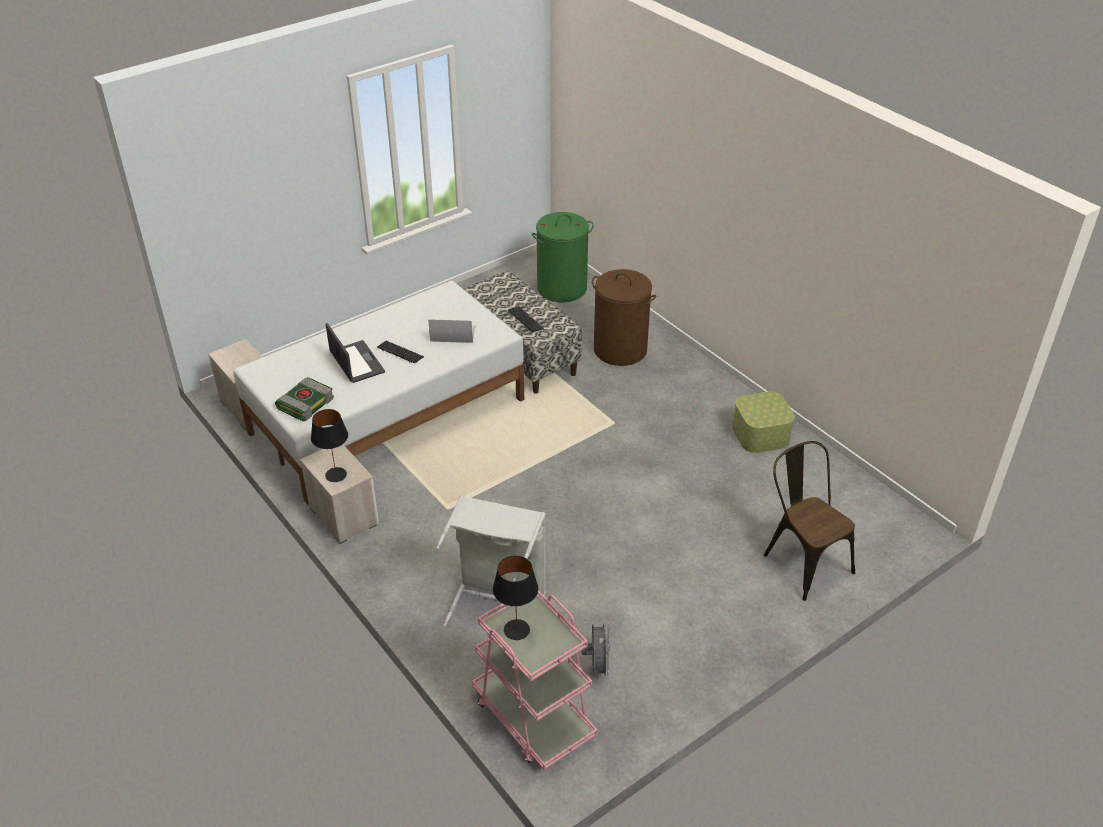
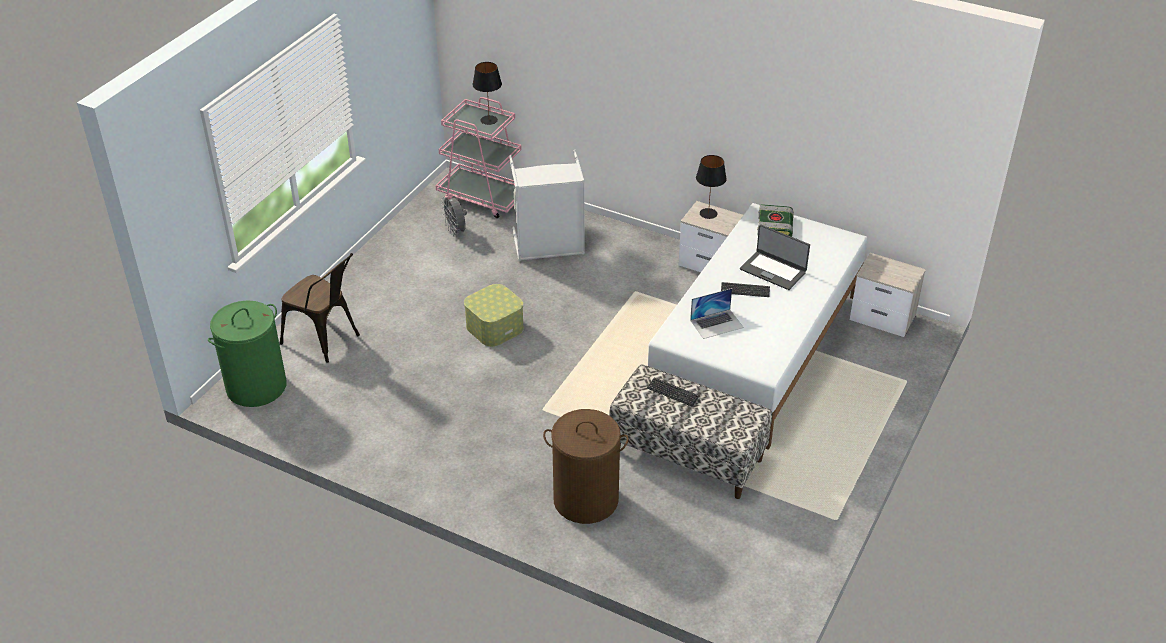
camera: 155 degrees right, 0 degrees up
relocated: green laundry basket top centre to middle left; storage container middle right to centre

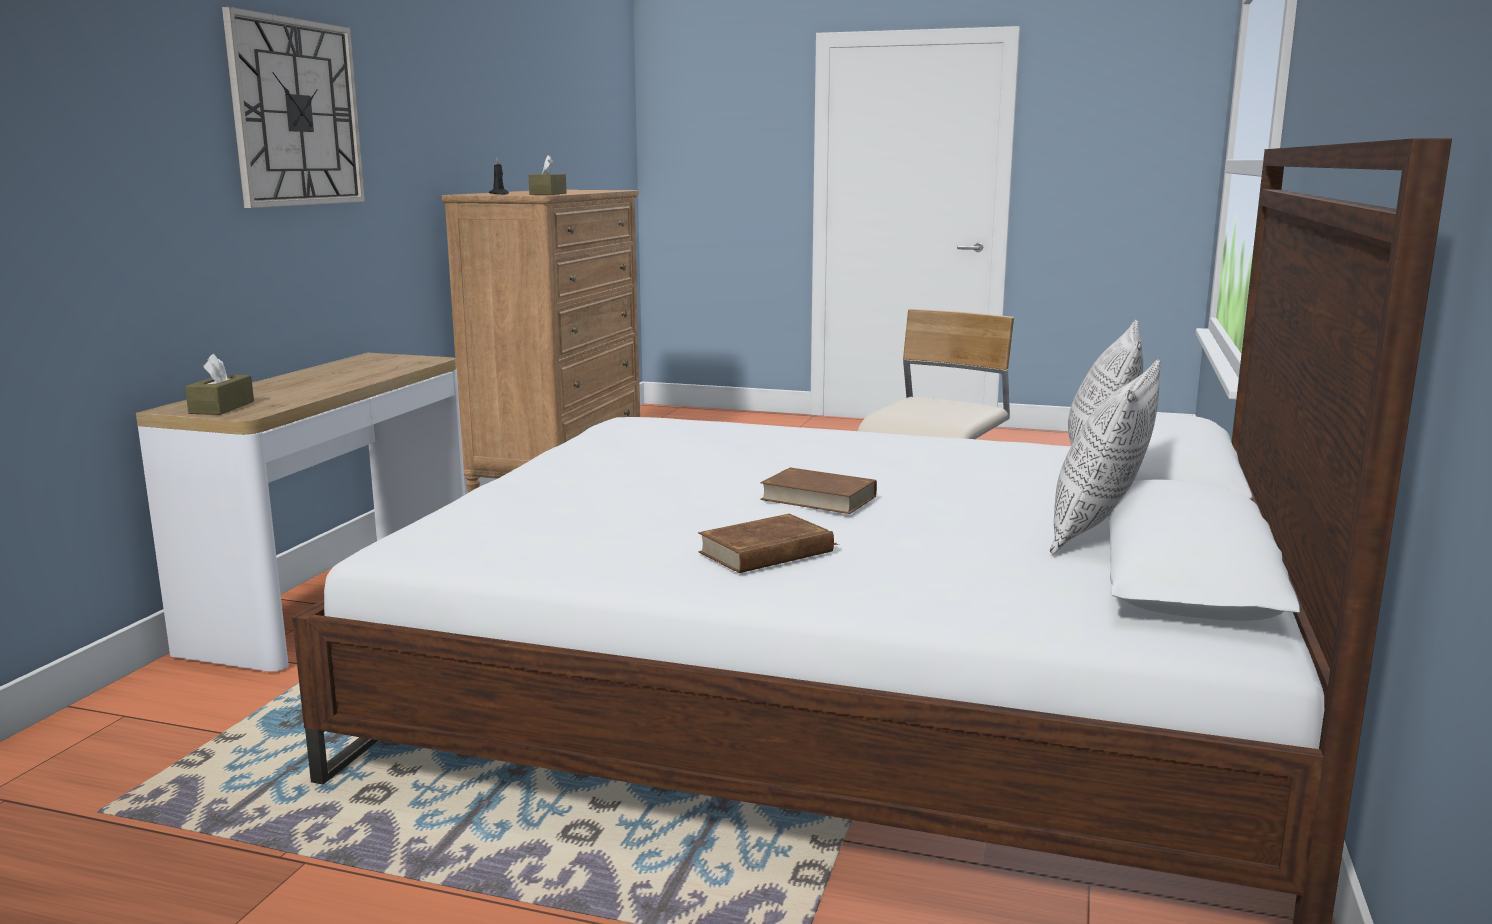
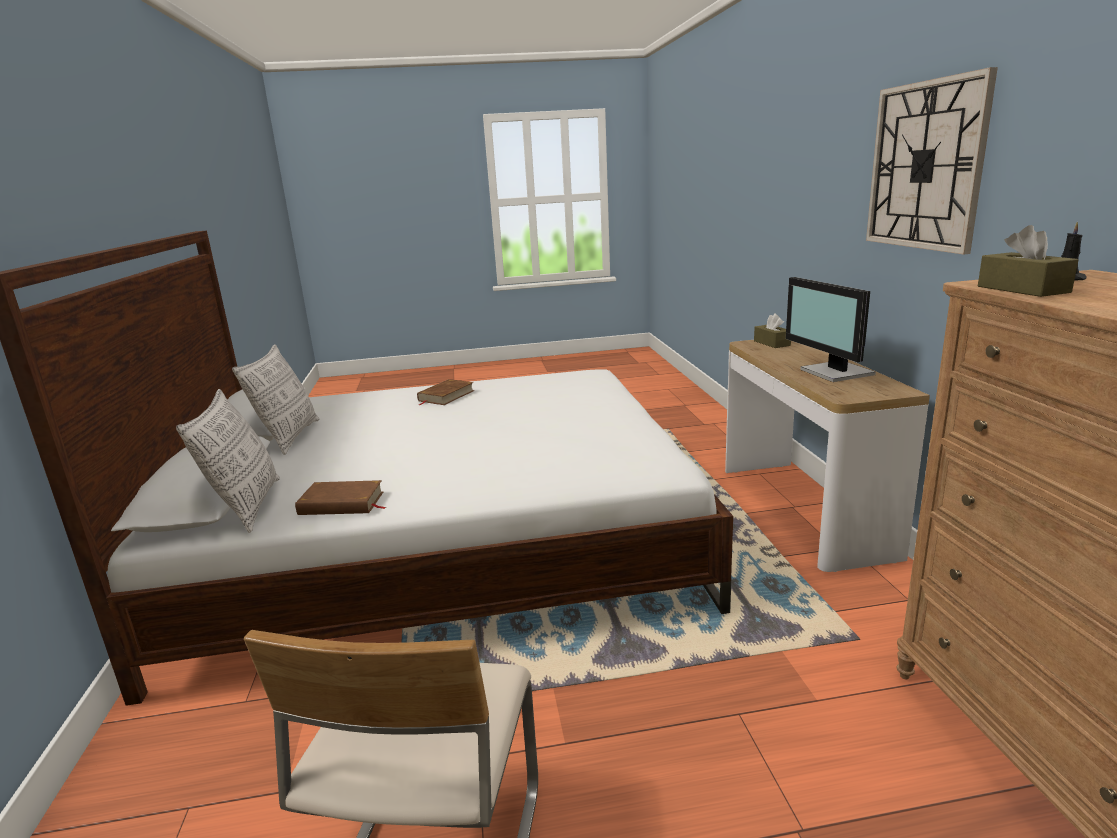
camera: 155 degrees right, 5 degrees up
appeared: monitor middle right
relocated: brown-coloured bound book (no. 2 from left in the first image) centre to brown-coloured bound book (no. 1 from left) middle left

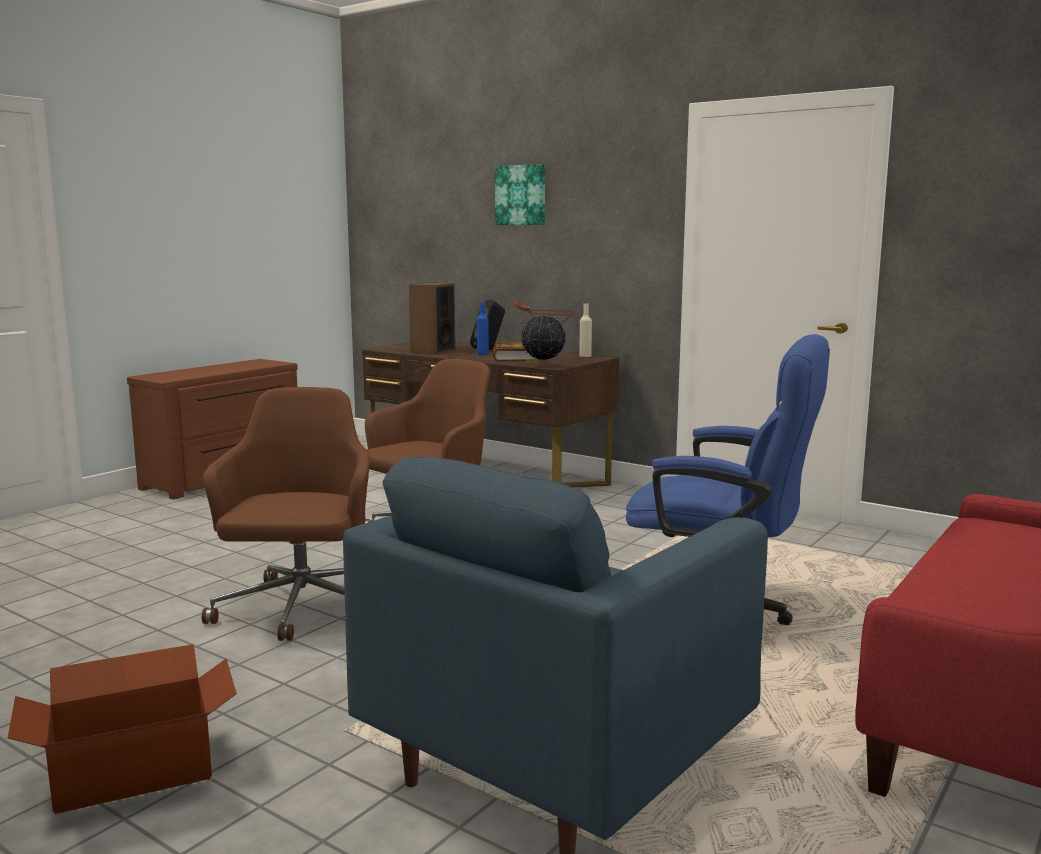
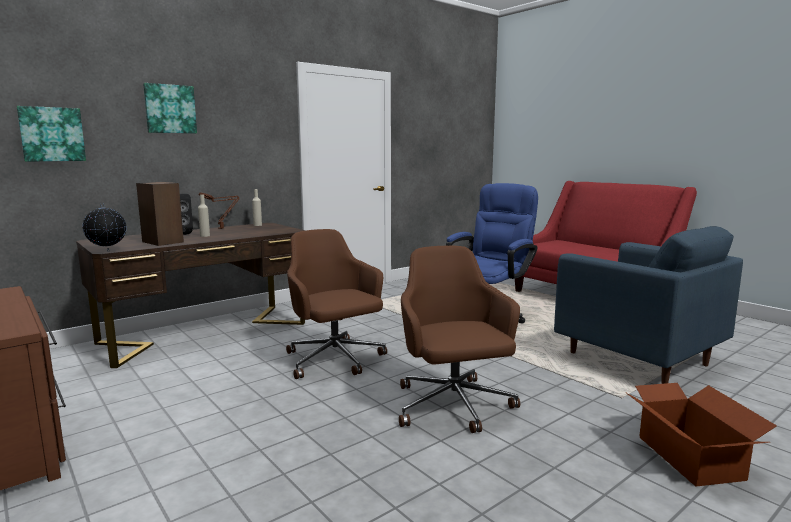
camera: 75 degrees left, 0 degrees up
missing: bound book centre
appeared: wall picture (no. 1 from left) top left
relocated: globe centre to middle left
colour: blue-coloured beverage bottle centre to beige beverage bottle (no. 1 from left) middle left
spun: brown-coloured desk chair (no. 1 from left in the first image) middle left = centre 60 degrees clockwise

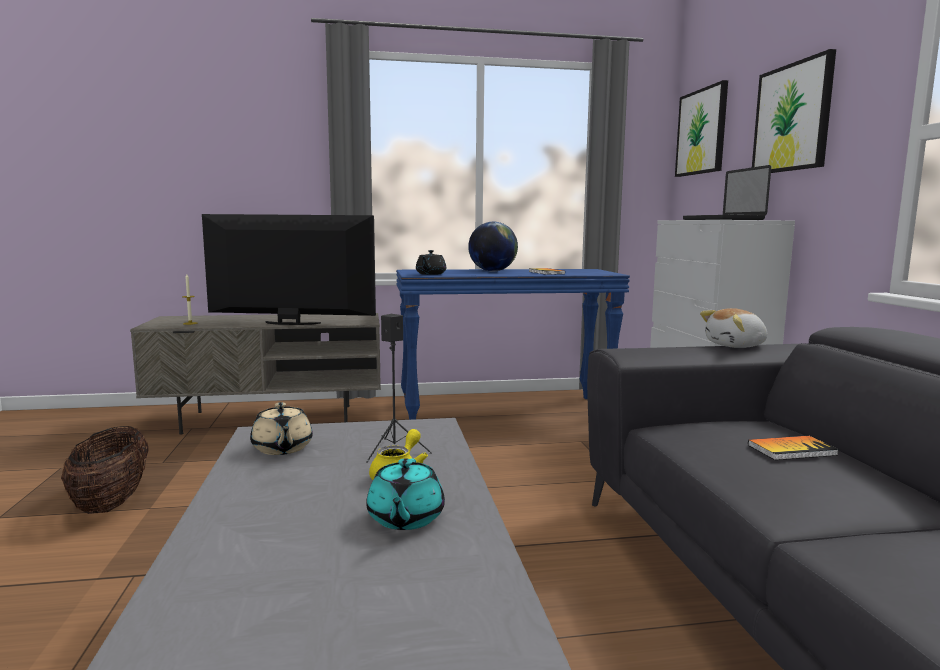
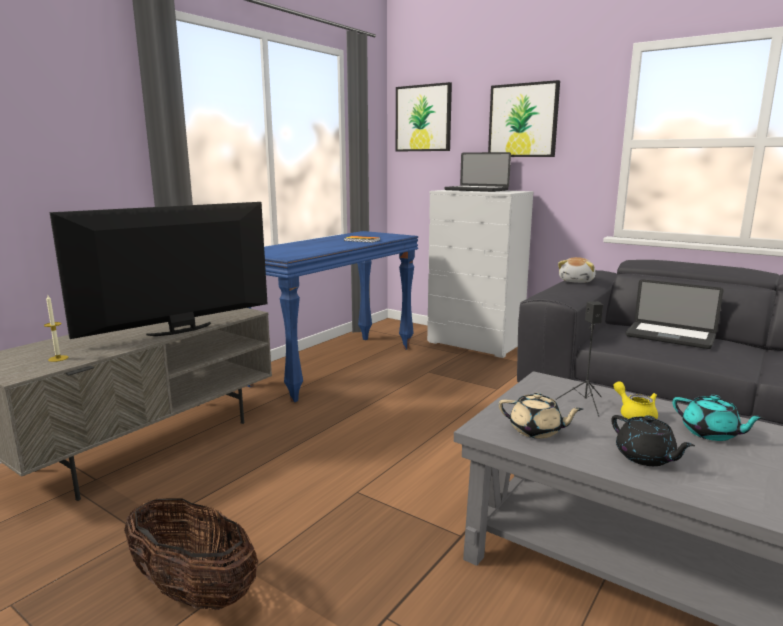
camera: 45 degrees left, 5 degrees up
missing: globe centre
relocated: blackish tea pot centre to bottom right
exchanged: bound book (no. 2 from left) bottom right to notebook computer (no. 2 from left) middle right

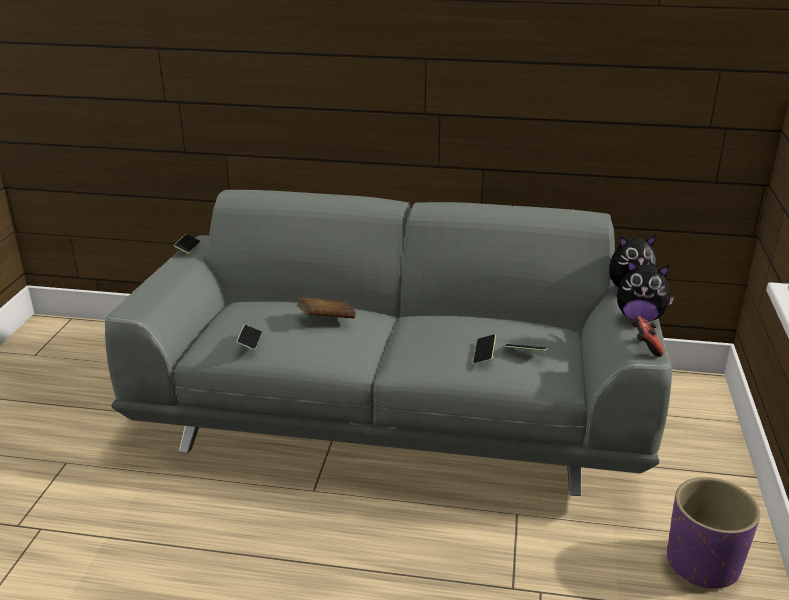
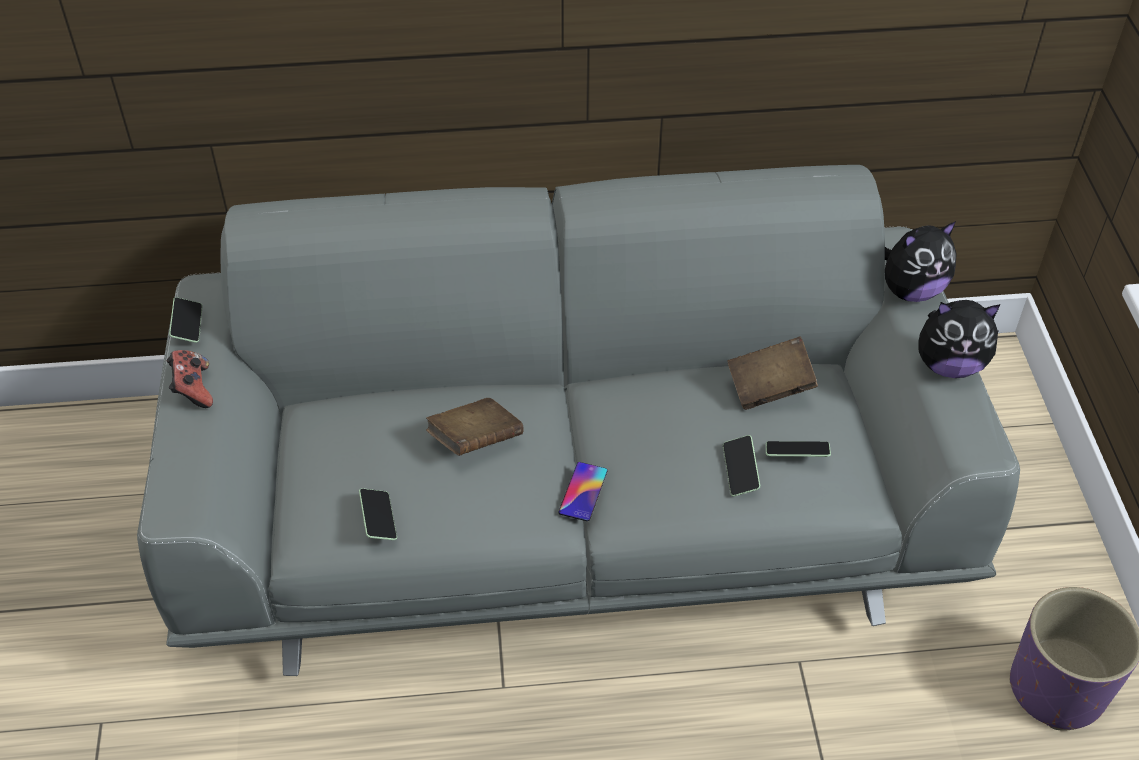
camera: 15 degrees left, 20 degrees up
appeared: phone (no. 3 from left) centre; brown-coloured bound book (no. 2 from left) middle right
relocated: gamepad middle right to middle left

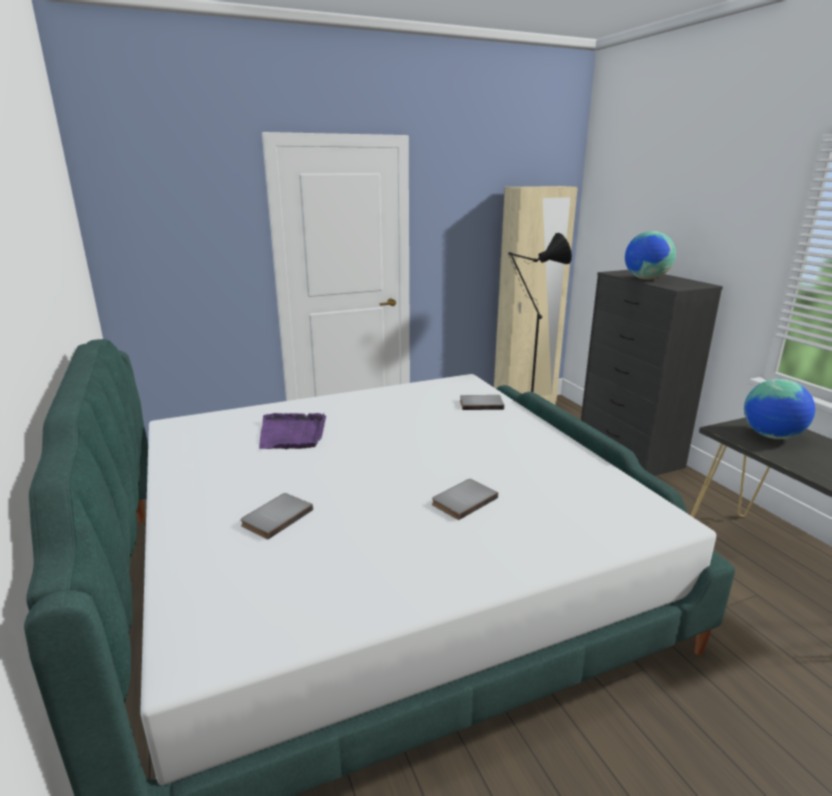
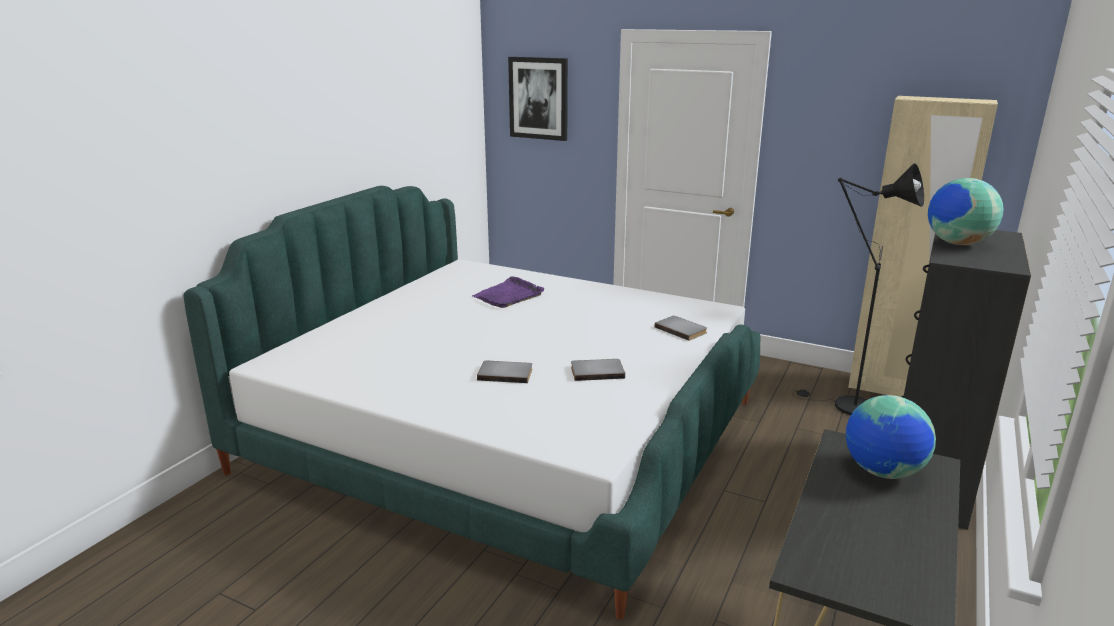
camera: 50 degrees right, 0 degrees up
appeared: wall picture top centre
relocated: greyish bound book (no. 1 from left in the first image) middle left to greyish bound book (no. 2 from left) centre

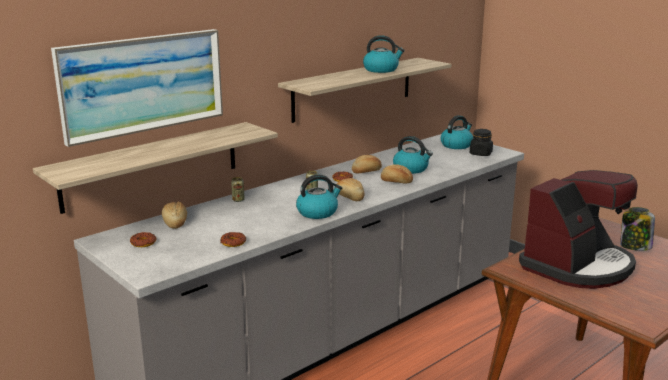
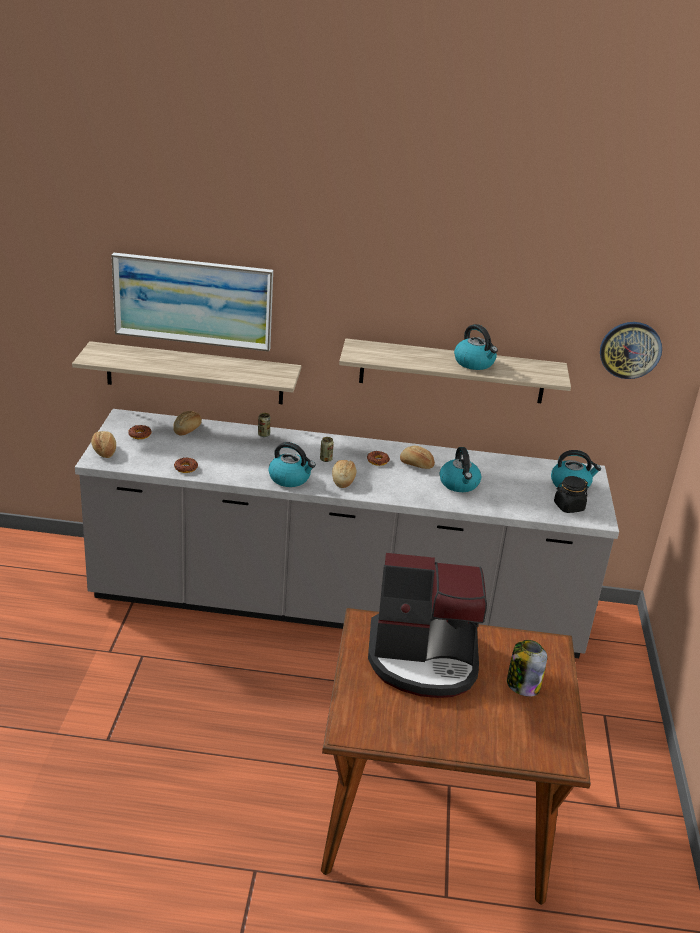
camera: 45 degrees right, 10 degrees up
appeared: clock on the wall middle right
relocated: bakery bread (no. 4 from left in the first image) centre to bakery bread (no. 1 from left) middle left

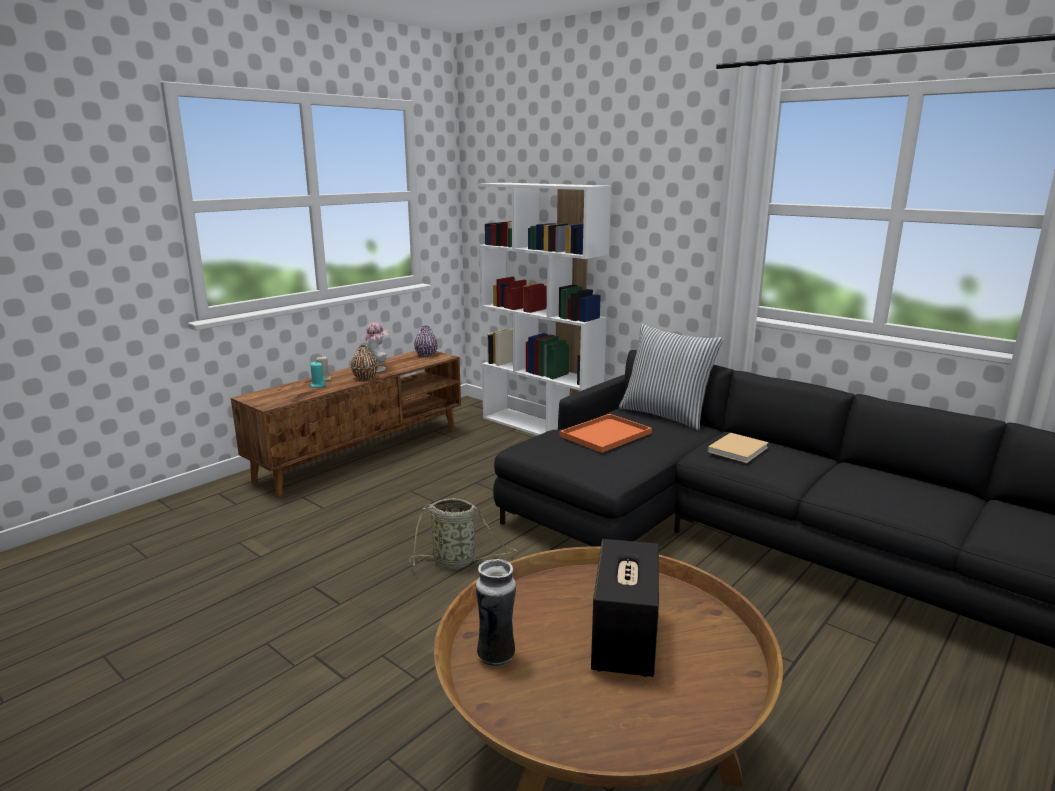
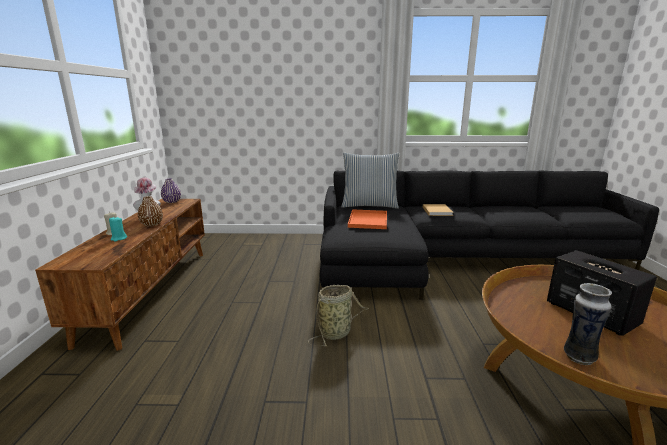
camera: 40 degrees left, 0 degrees up
missing: white shelving unit centre

